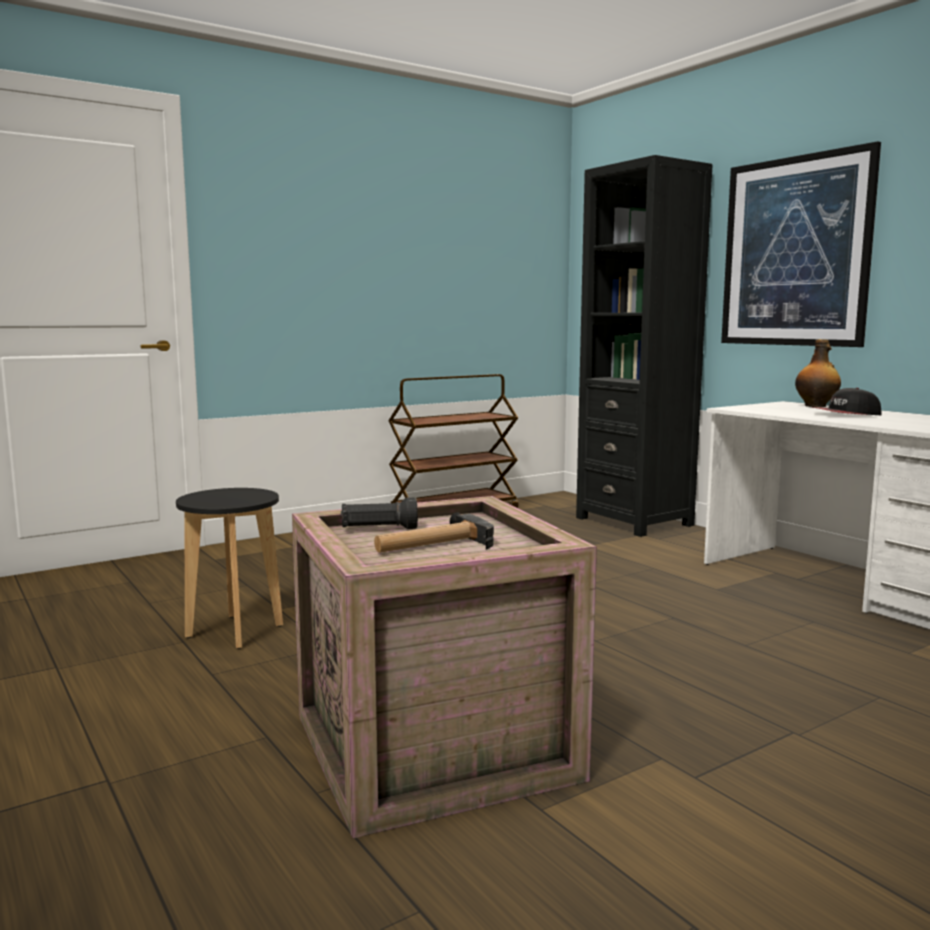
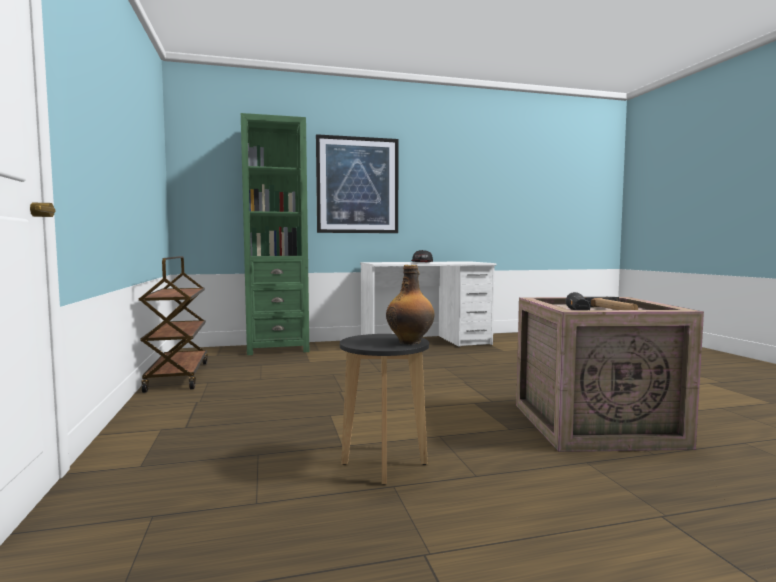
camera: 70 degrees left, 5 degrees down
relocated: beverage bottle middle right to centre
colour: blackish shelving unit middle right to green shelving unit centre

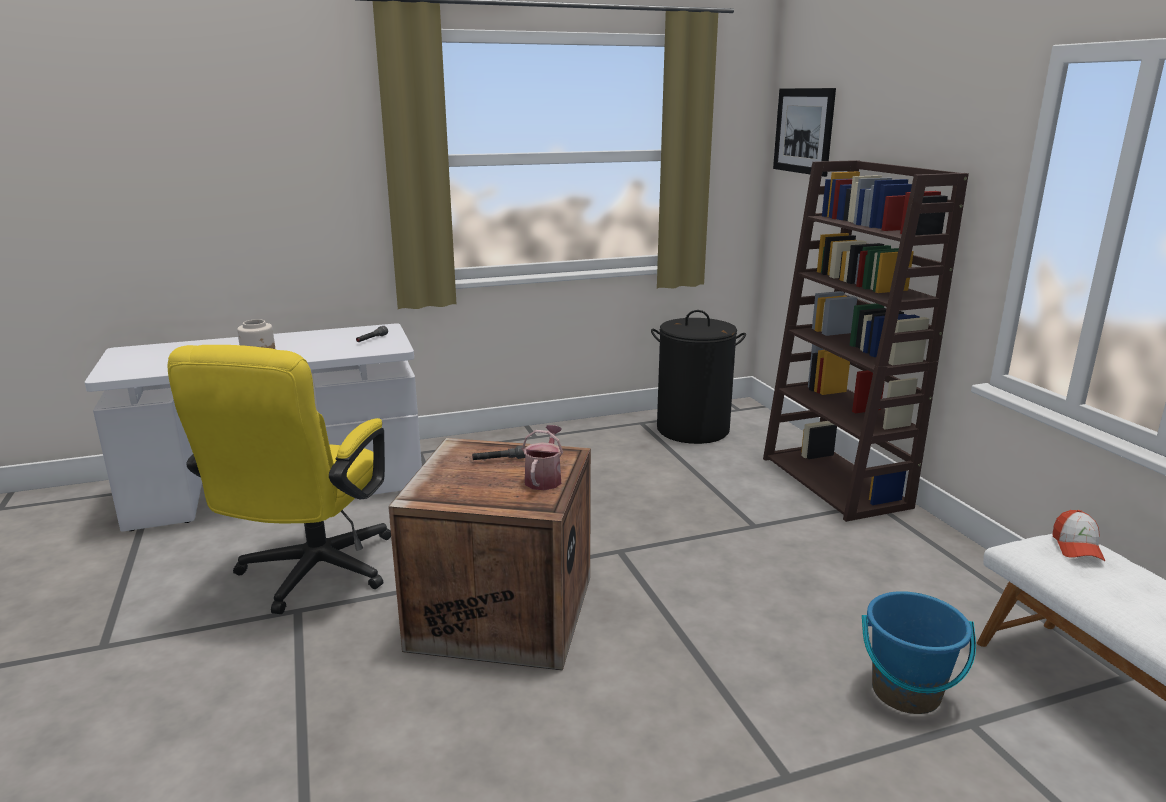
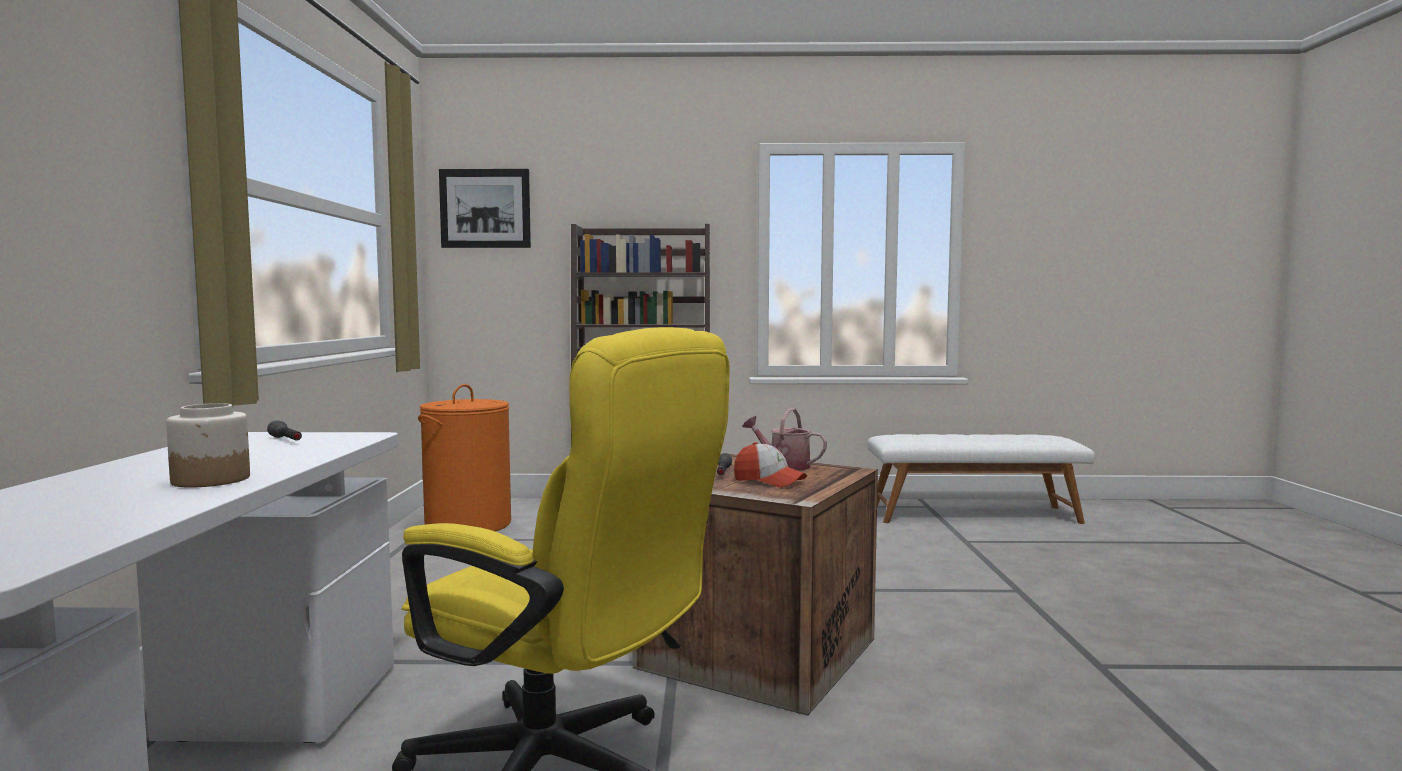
camera: 70 degrees left, 15 degrees down
missing: blue-coloured pail bottom right
relocated: peaked cap bottom right to centre
colour: blackish laundry basket centre to orange laundry basket middle left

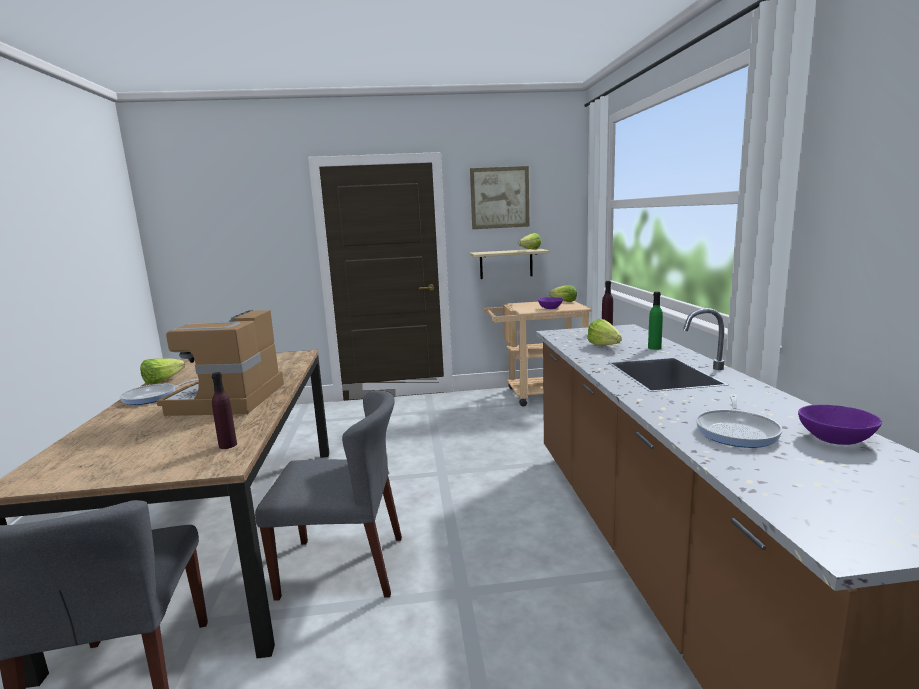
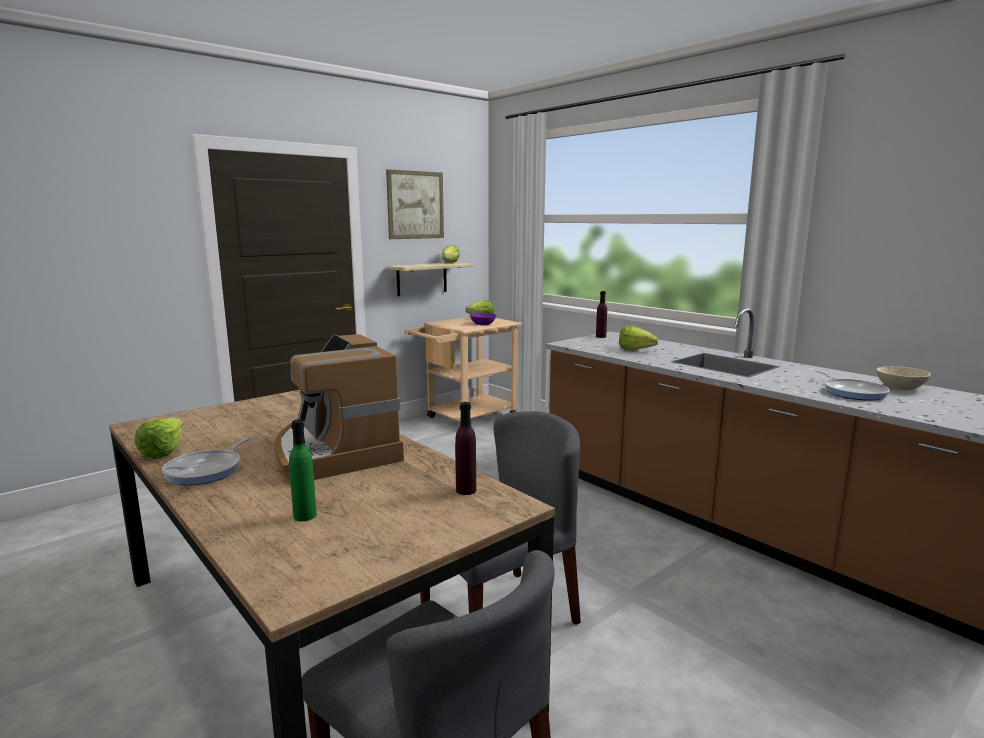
camera: 35 degrees left, 0 degrees up
relocated: green beverage bottle middle right to middle left
colour: purple deep dish (no. 2 from left) middle right to beige deep dish middle right

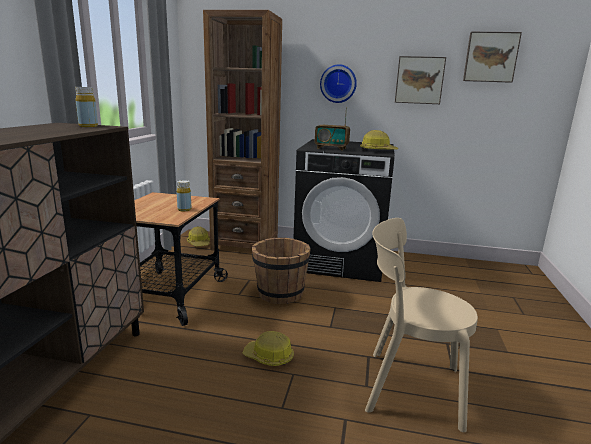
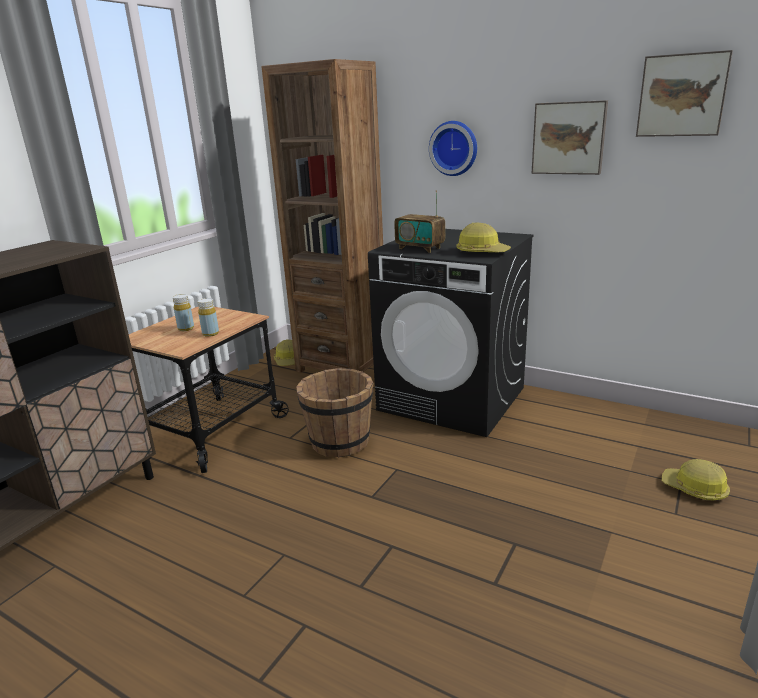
camera: 20 degrees right, 5 degrees up
missing: beige upright chair bottom right
relocated: yellowish beverage bottle (no. 1 from left) top left to middle left; work helmet (no. 2 from left in the first image) bottom centre to work helmet (no. 3 from left) bottom right

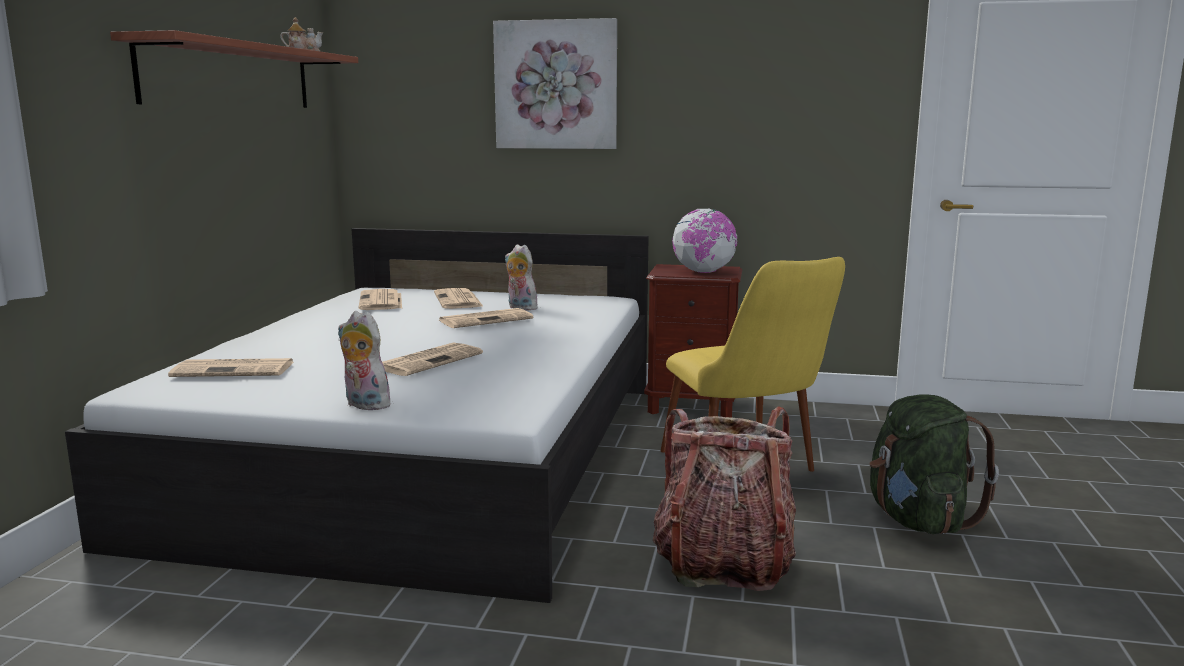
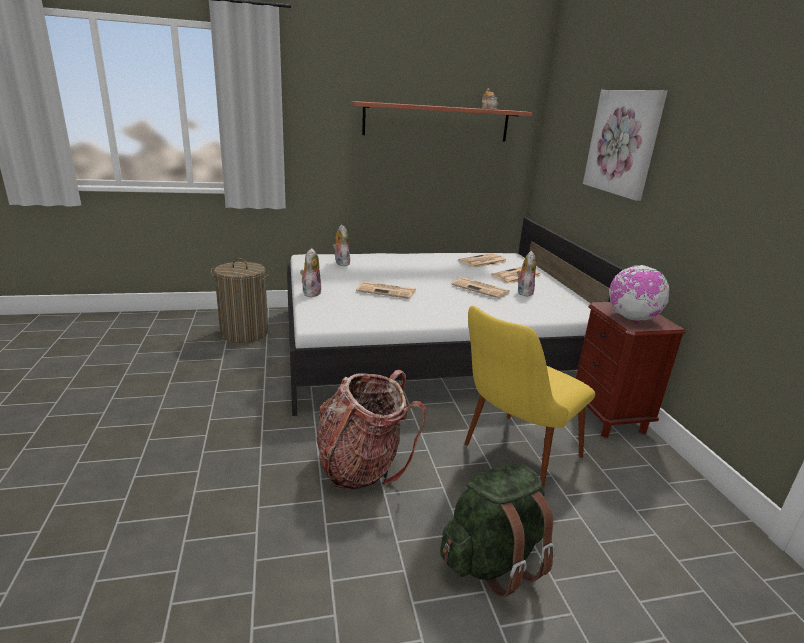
camera: 65 degrees right, 10 degrees up
appeared: laundry basket middle left
exchanged: newspaper (no. 1 from left) middle left to cuddly toy (no. 2 from left) centre

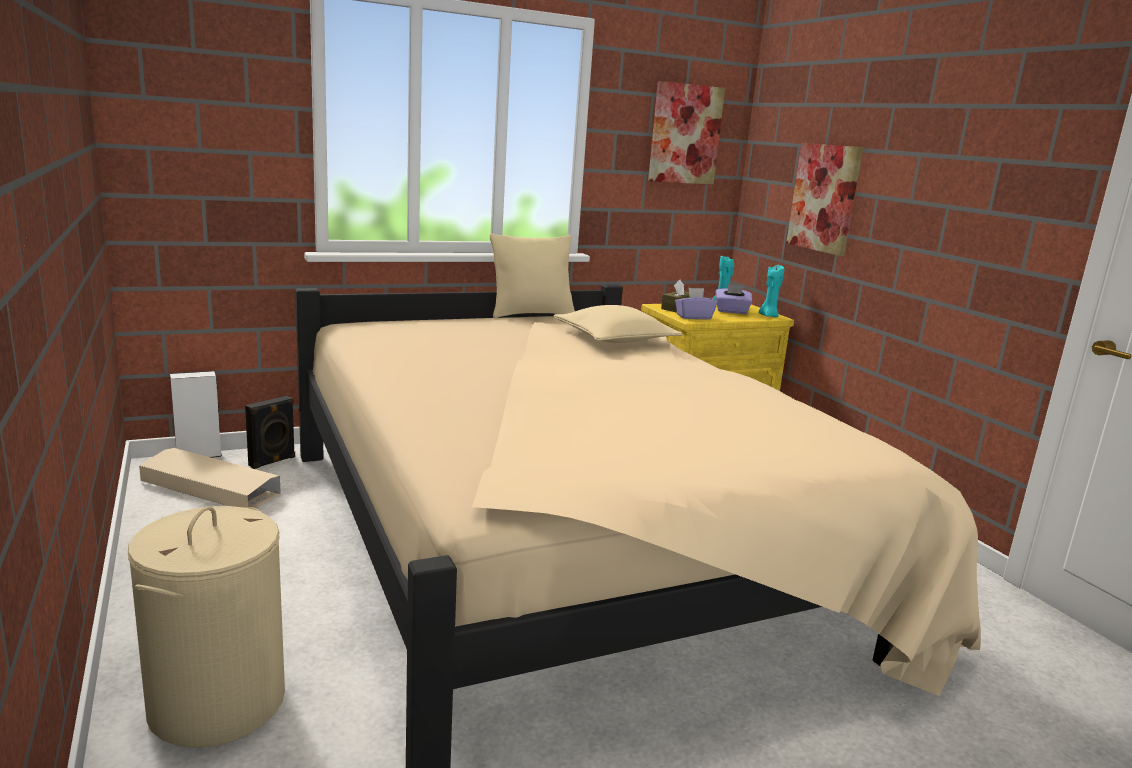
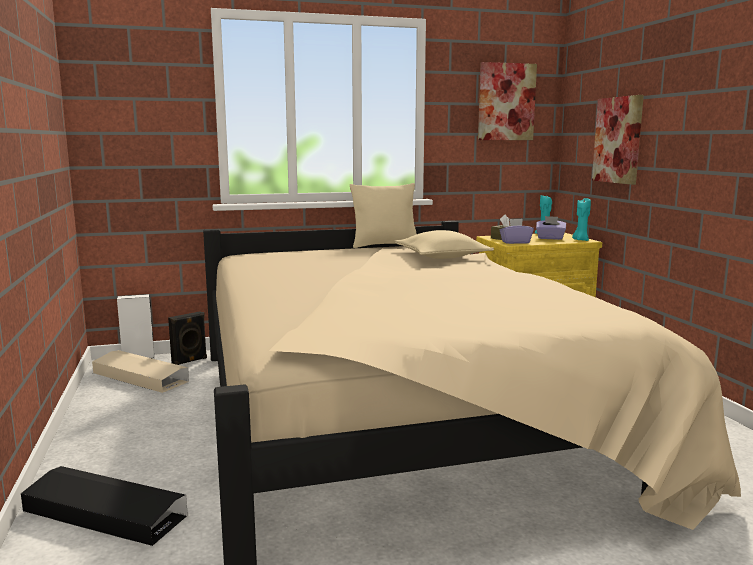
camera: 10 degrees right, 5 degrees down
exchanged: beige laundry basket bottom left to blackish storage container bottom left

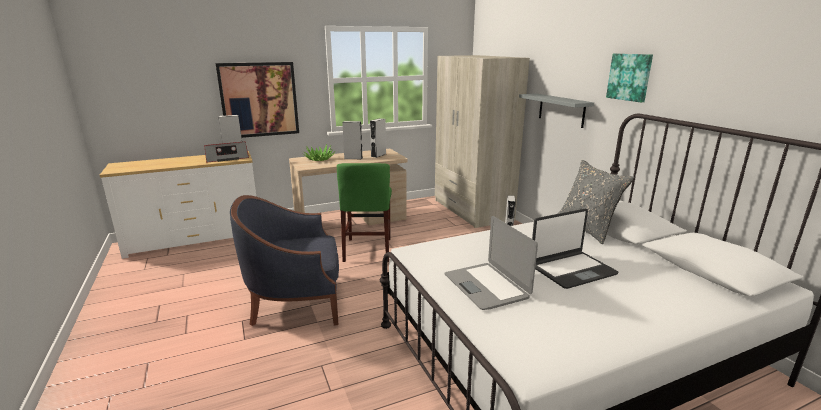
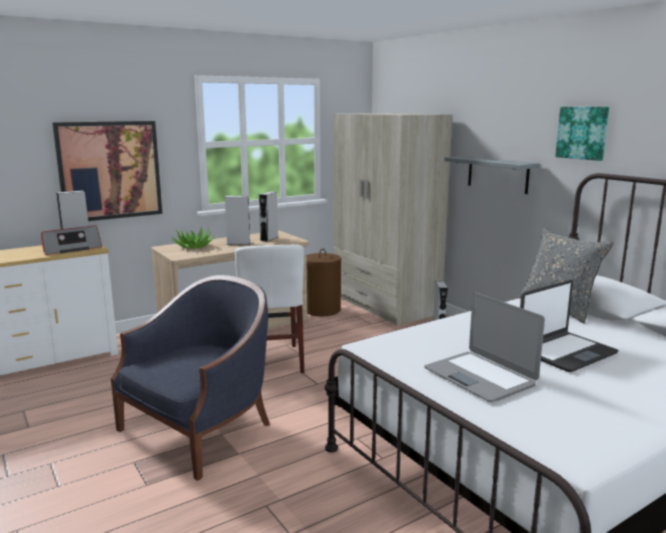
camera: 10 degrees left, 5 degrees down
appeared: brown-coloured laundry basket centre
colour: green upright chair centre to white upright chair centre
spun: blue-coloured easy chair centre = bottom left 150 degrees clockwise

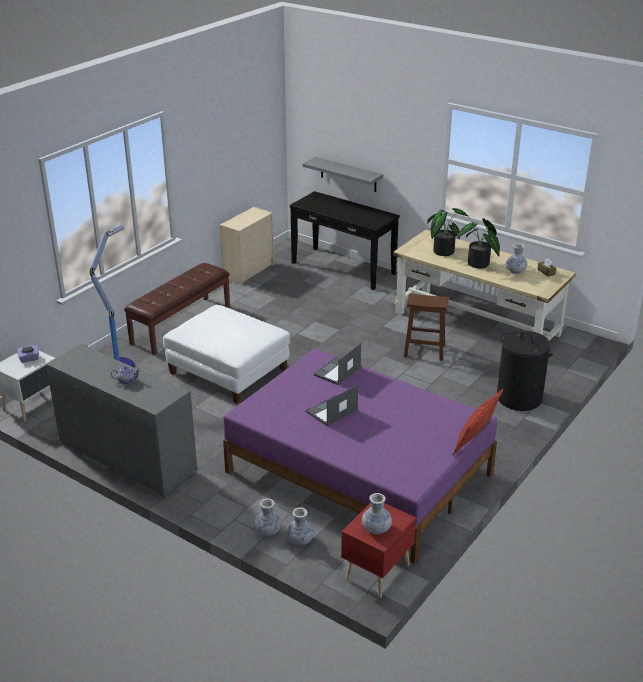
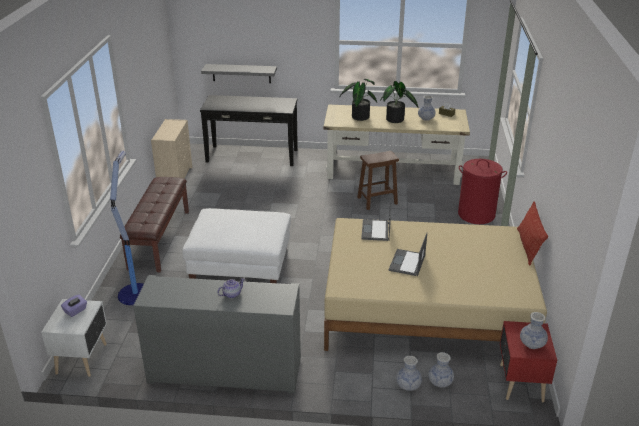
camera: 30 degrees left, 0 degrees up
colour: purple bedroom bed bottom centre to beige bedroom bed bottom right; blackish laundry basket middle right to reddish laundry basket middle right

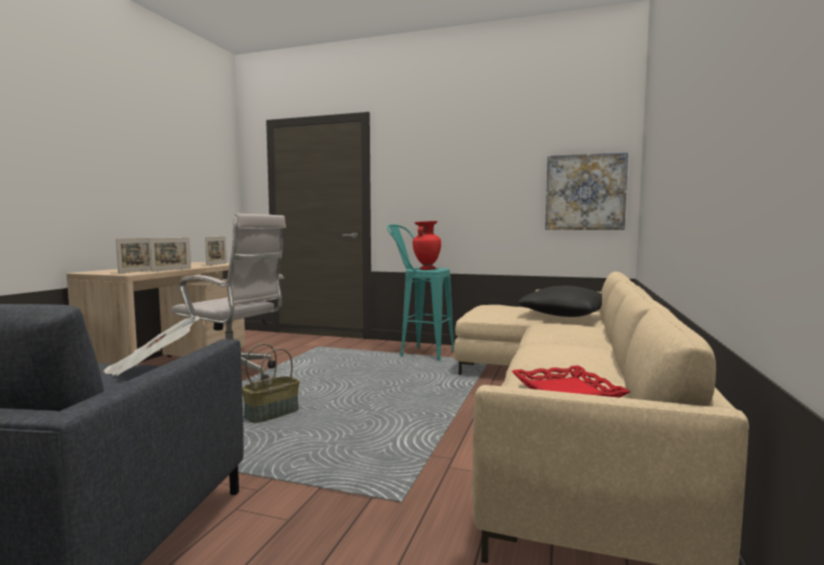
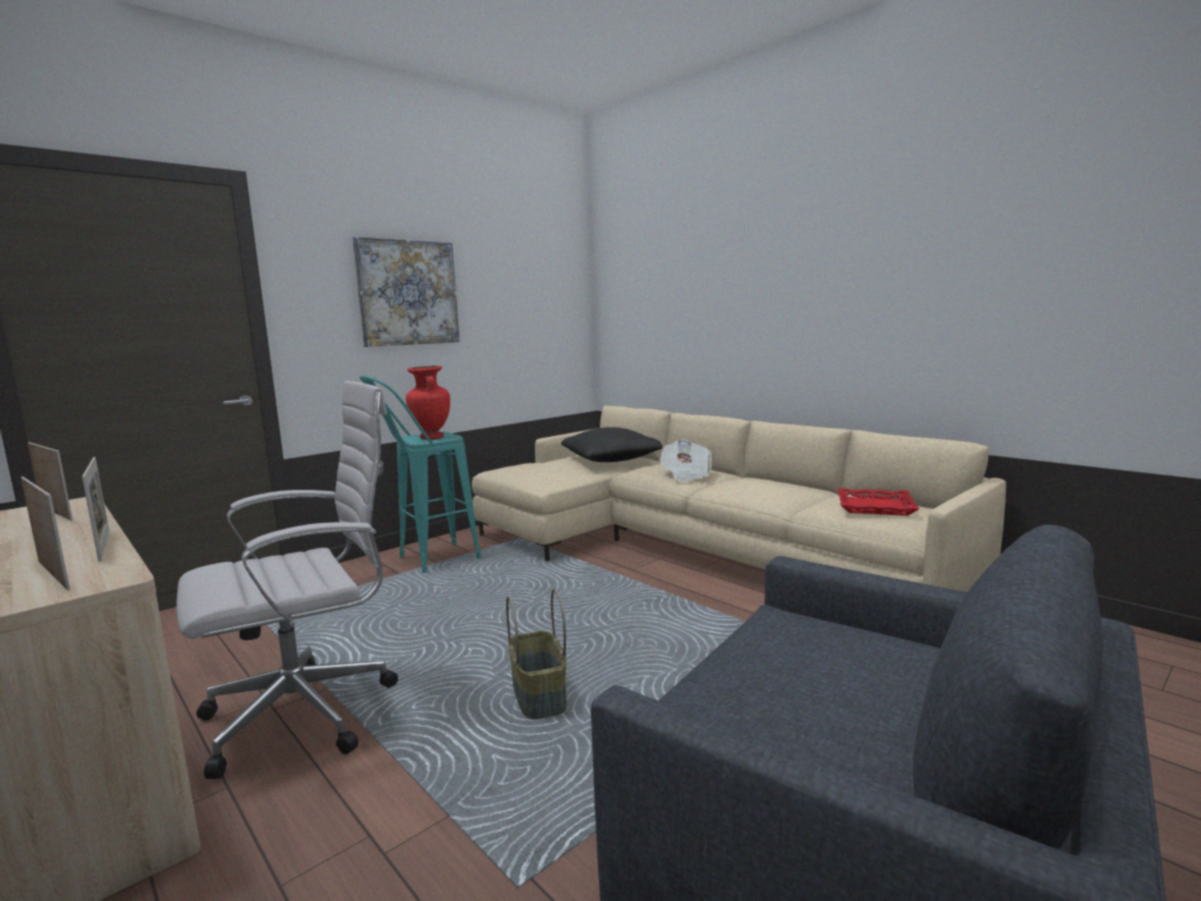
camera: 60 degrees left, 5 degrees up
relocated: newspaper middle left to centre; wall picture middle right to top centre

